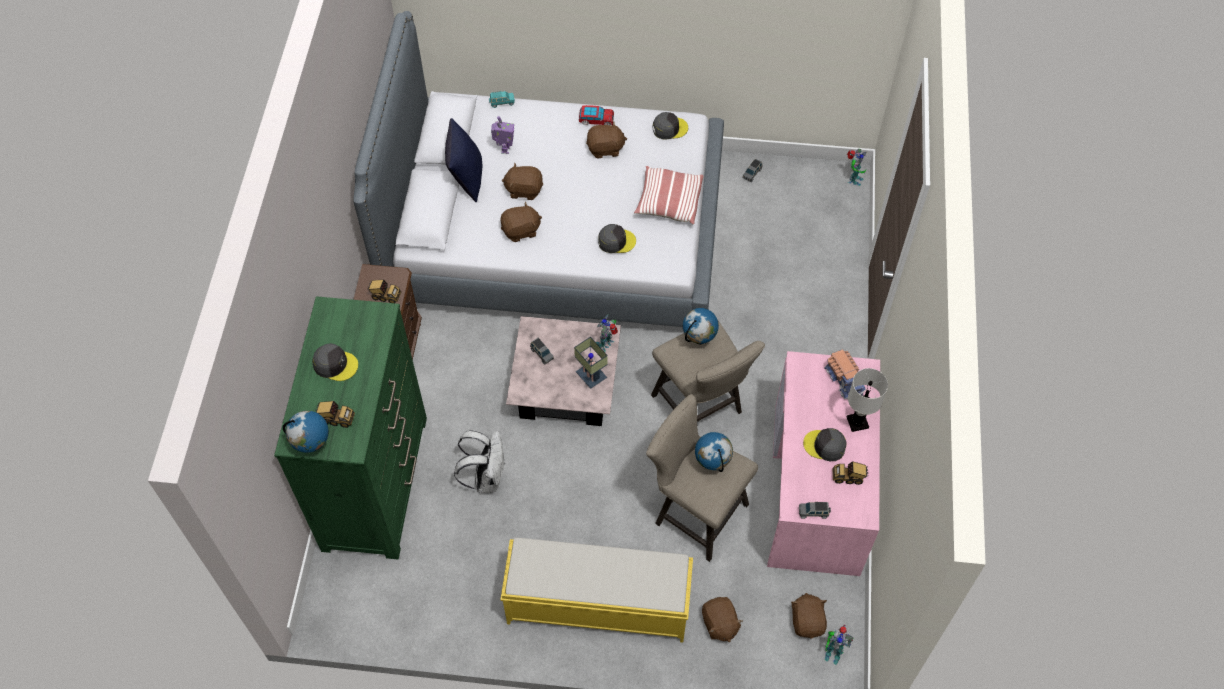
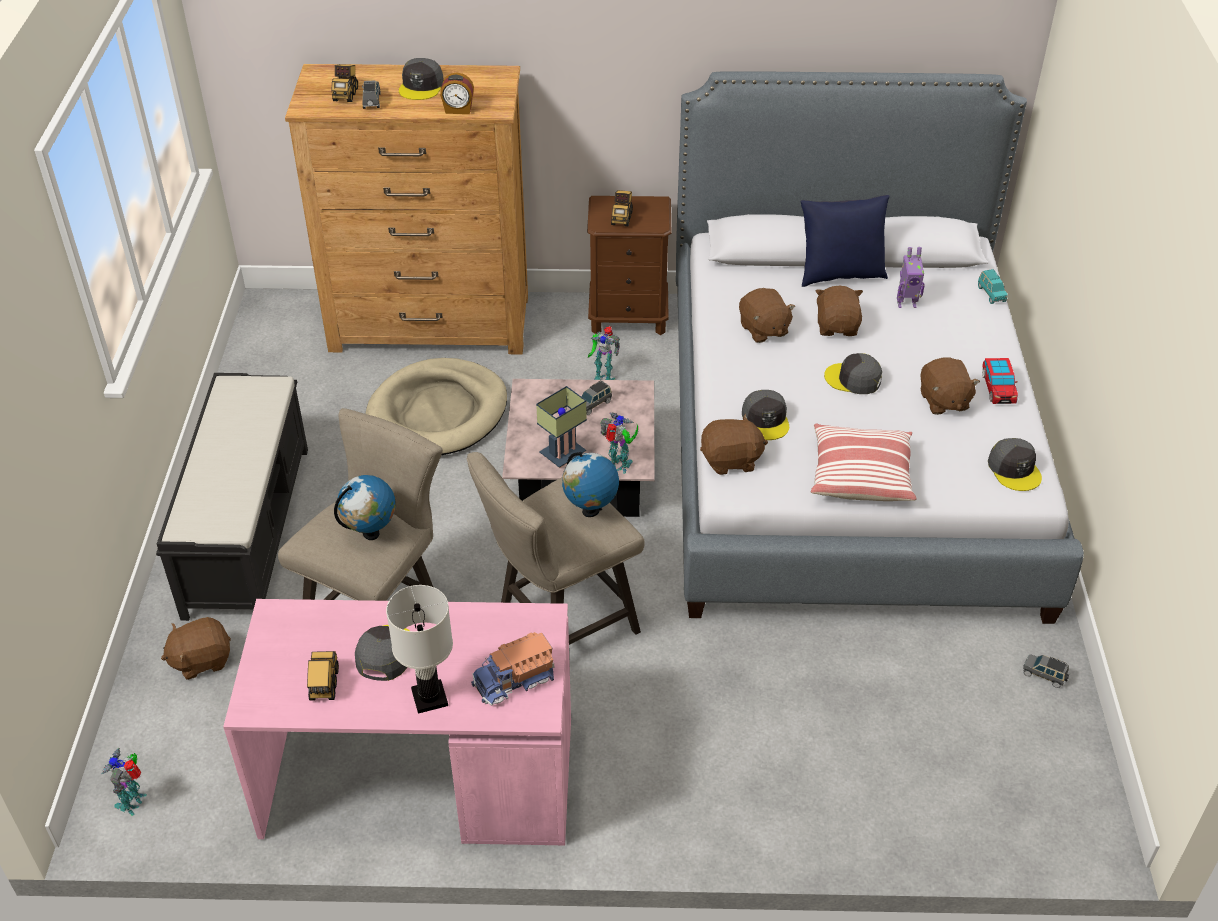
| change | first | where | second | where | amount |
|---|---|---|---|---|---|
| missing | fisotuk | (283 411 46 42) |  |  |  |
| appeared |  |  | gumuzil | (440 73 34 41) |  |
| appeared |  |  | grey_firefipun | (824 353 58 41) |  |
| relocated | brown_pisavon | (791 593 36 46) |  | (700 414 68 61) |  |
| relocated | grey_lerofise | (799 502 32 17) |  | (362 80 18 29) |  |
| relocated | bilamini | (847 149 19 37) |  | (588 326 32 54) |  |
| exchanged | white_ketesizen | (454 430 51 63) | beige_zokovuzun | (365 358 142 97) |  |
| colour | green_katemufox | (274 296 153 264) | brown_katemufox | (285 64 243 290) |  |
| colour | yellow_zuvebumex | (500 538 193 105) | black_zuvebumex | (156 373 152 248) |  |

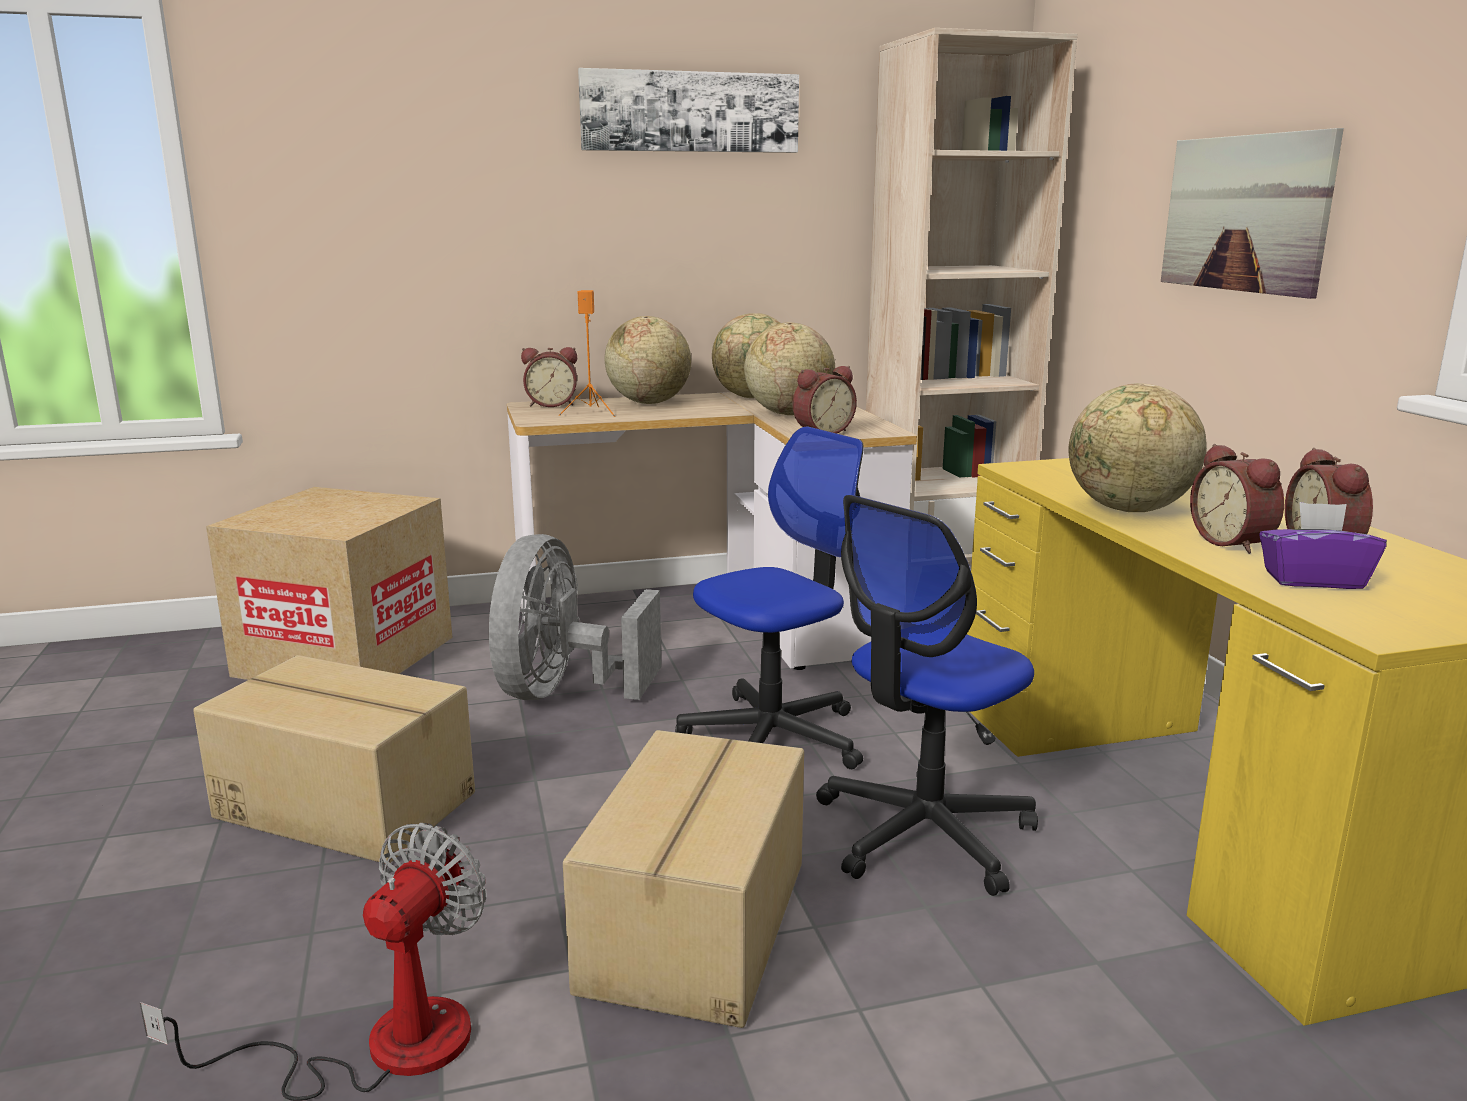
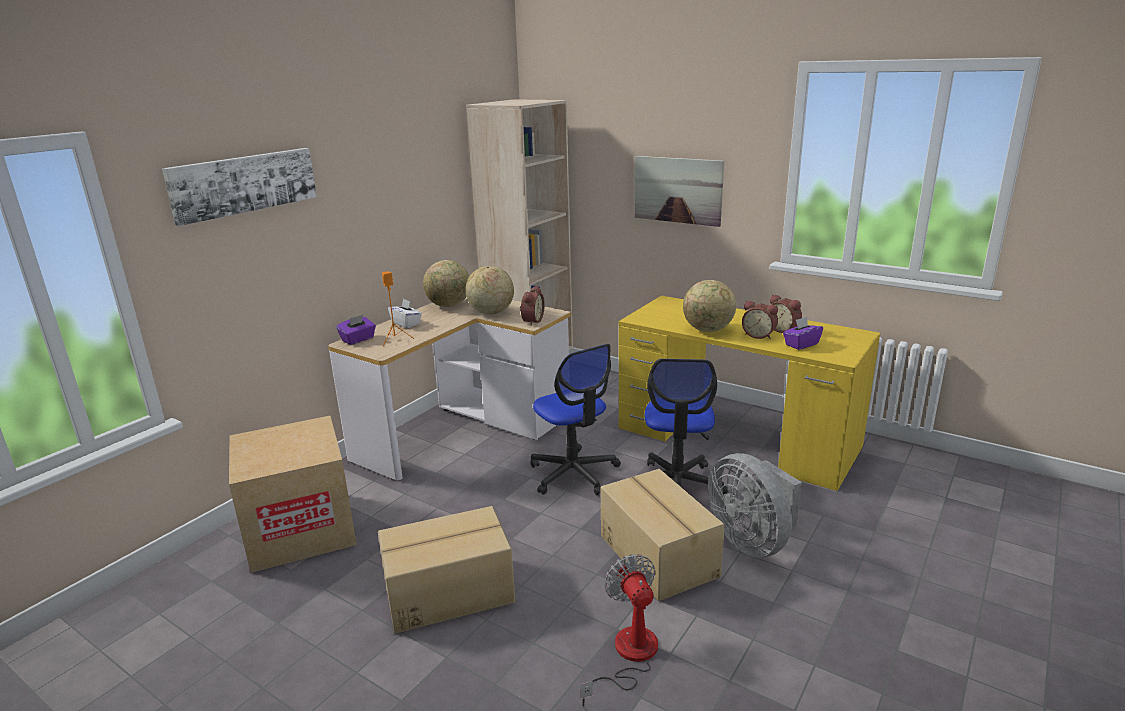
| change | first | where | second | where | amount |
|---|---|---|---|---|---|
| relocated | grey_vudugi | (489 534 173 166) |  | (708 453 94 105) |  |
| relocated | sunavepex | (578 68 221 85) |  | (162 148 155 78) |  |
| exchanged | gumuzil | (521 347 56 60) | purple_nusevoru | (336 315 40 30) |  |
| exchanged | fisotuk | (605 316 86 88) | white_nusevoru | (388 299 34 29) |  |
| spun | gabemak | (675 426 189 343) |  | (531 344 90 151) | 135 degrees clockwise |

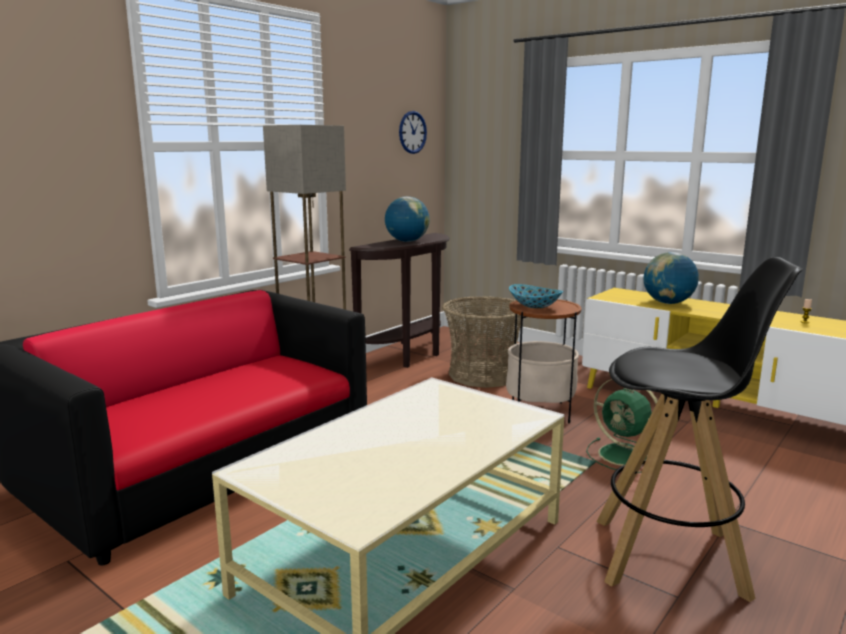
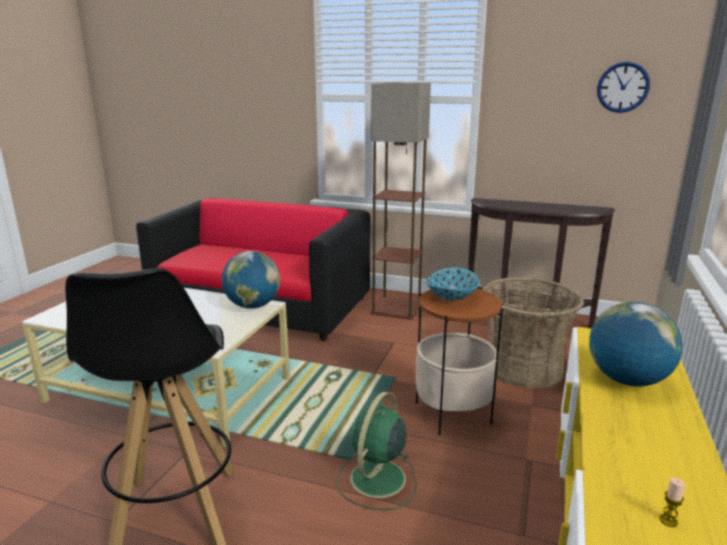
| change | first | where | second | where | amount |
|---|---|---|---|---|---|
| relocated | fisotuk | (385 196 45 46) |  | (222 251 58 58) |  |

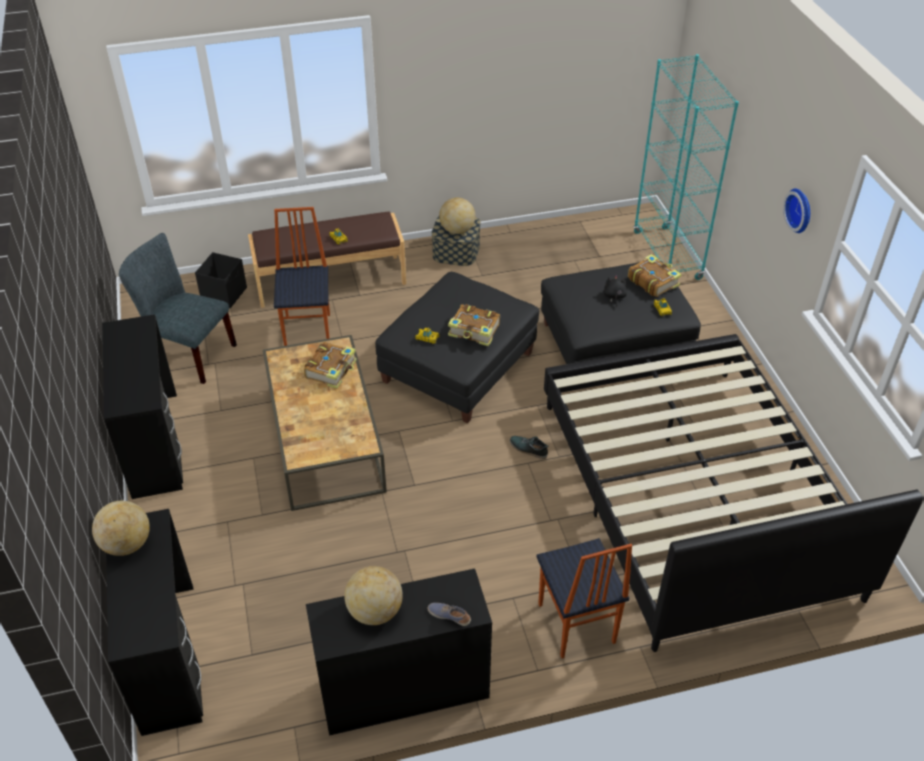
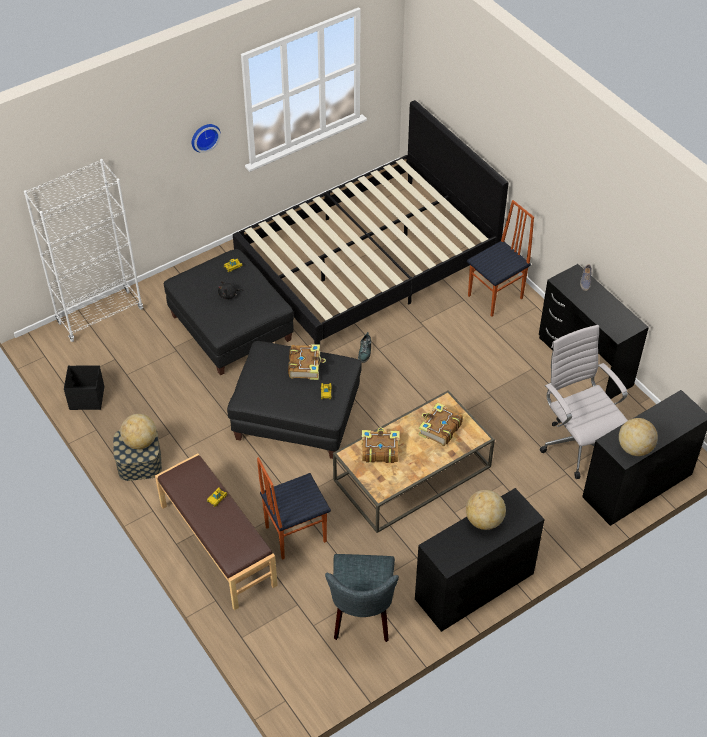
| change | first | where | second | where | amount |
|---|---|---|---|---|---|
| appeared |  |  | white_gabemak | (540 325 88 154) |  |
| relocated | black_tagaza | (195 252 52 56) |  | (64 366 40 44) |  |
| relocated | fisotuk | (344 566 59 59) |  | (466 490 40 40) |  |
| relocated | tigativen | (628 254 54 43) |  | (418 402 45 44) |  |
| colour | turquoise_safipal | (633 54 106 226) | white_safipal | (24 159 119 183) |  |

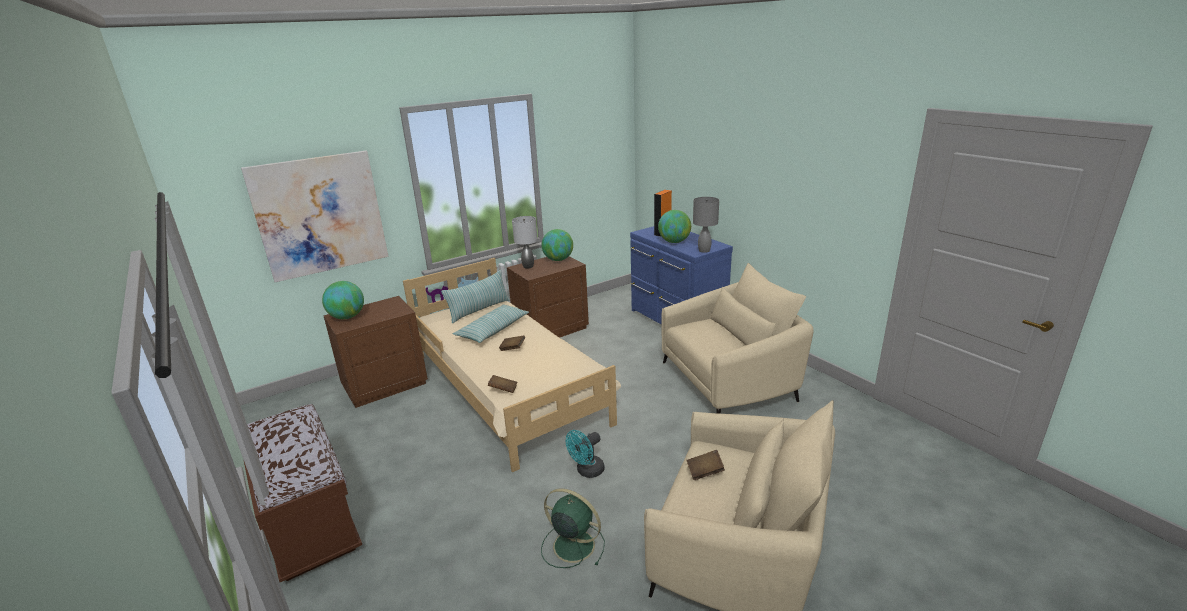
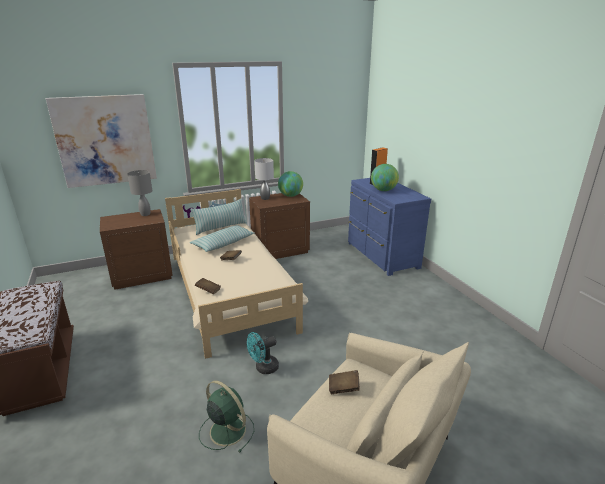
| change | first | where | second | where | amount |
|---|---|---|---|---|---|
| missing | fisotuk | (322 281 42 38) |  |  |  |
| missing | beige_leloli | (661 263 153 151) |  |  |  |
| relocated | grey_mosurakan | (693 197 26 56) |  | (127 170 26 46) |  |

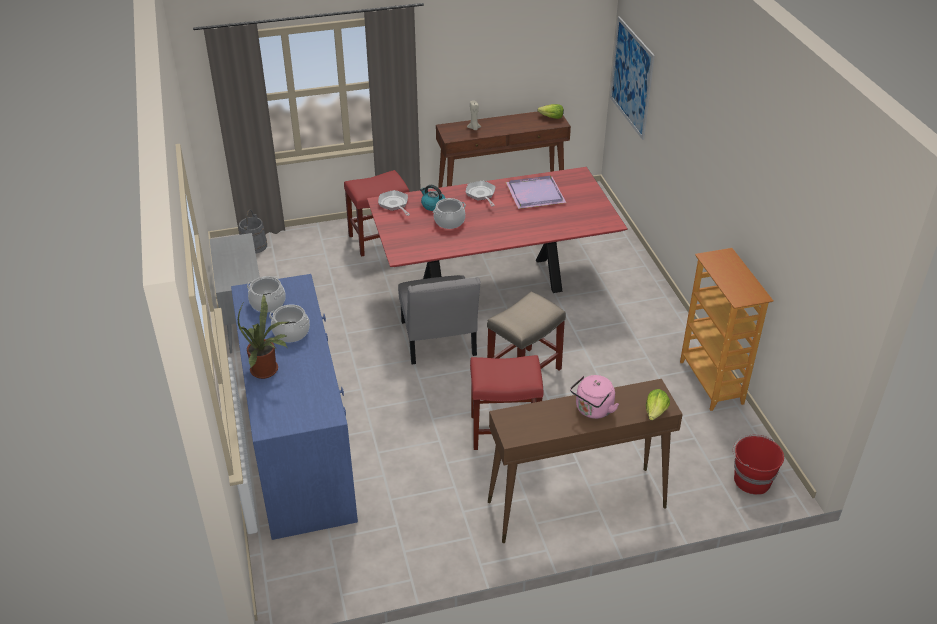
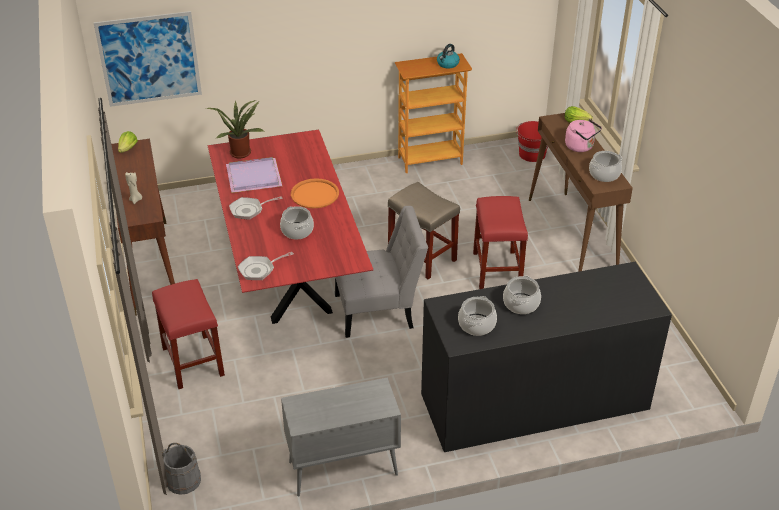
| change | first | where | second | where | amount |
|---|---|---|---|---|---|
| appeared |  |  | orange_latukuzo | (291 178 48 30) |  |
| appeared |  |  | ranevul | (589 151 33 31) |  |
| relocated | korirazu | (238 294 50 85) |  | (206 100 59 58) |  |
| relocated | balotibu | (420 185 25 26) |  | (437 44 23 25) |  |
| colour | blue_katemufox | (231 274 127 266) | black_katemufox | (421 262 251 190) |  |

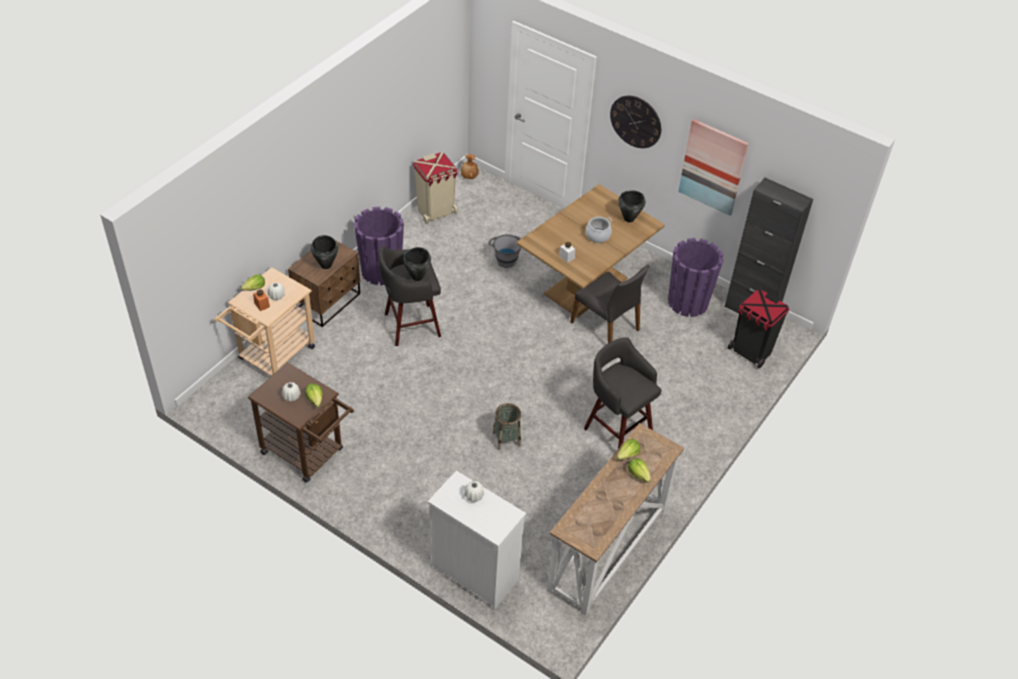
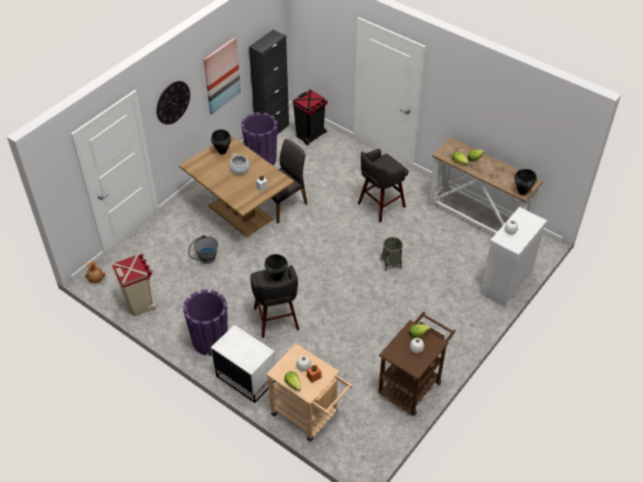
| change | first | where | second | where | amount |
|---|---|---|---|---|---|
| relocated | black_ranevul | (311 235 27 34) |  | (514 169 23 26) |  |
| colour | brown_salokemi | (288 240 72 87) | white_salokemi | (211 325 65 78) |  |

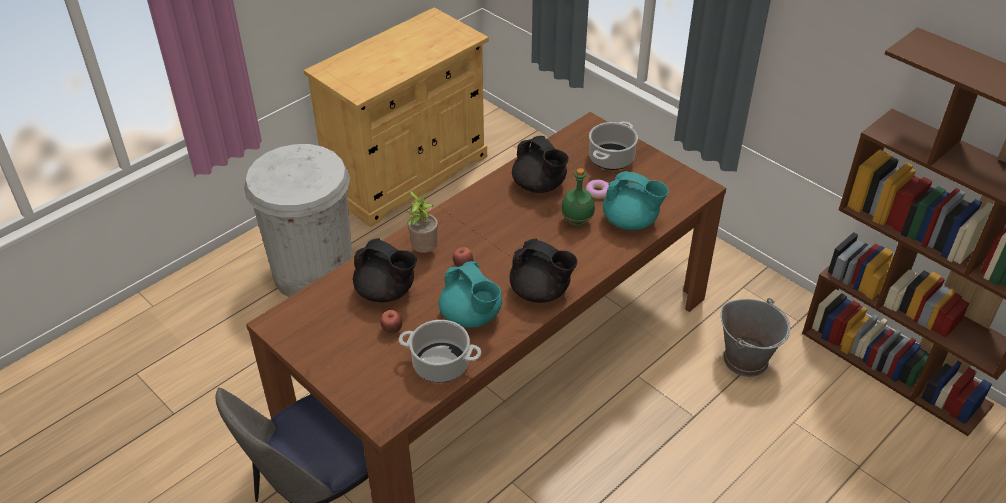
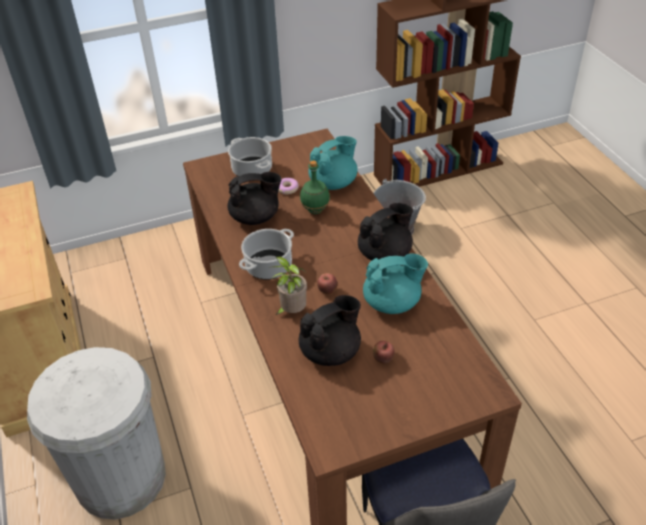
| change | first | where | second | where | amount |
|---|---|---|---|---|---|
| relocated | ranevul | (399 320 82 63) |  | (239 229 55 51) |  |

